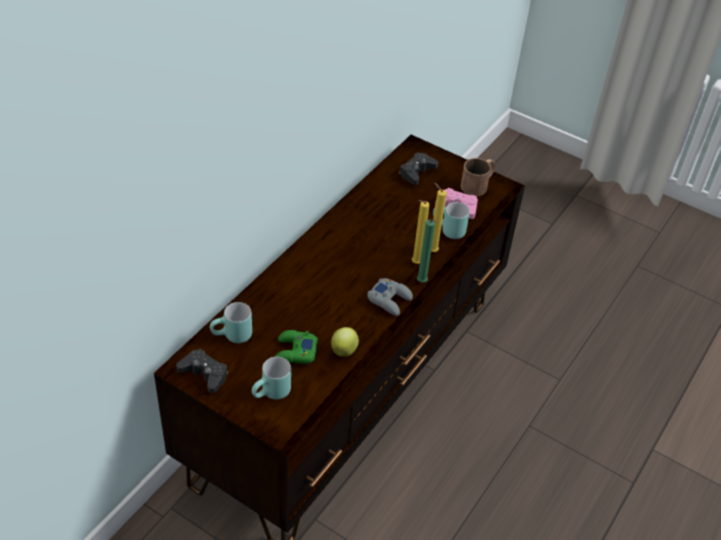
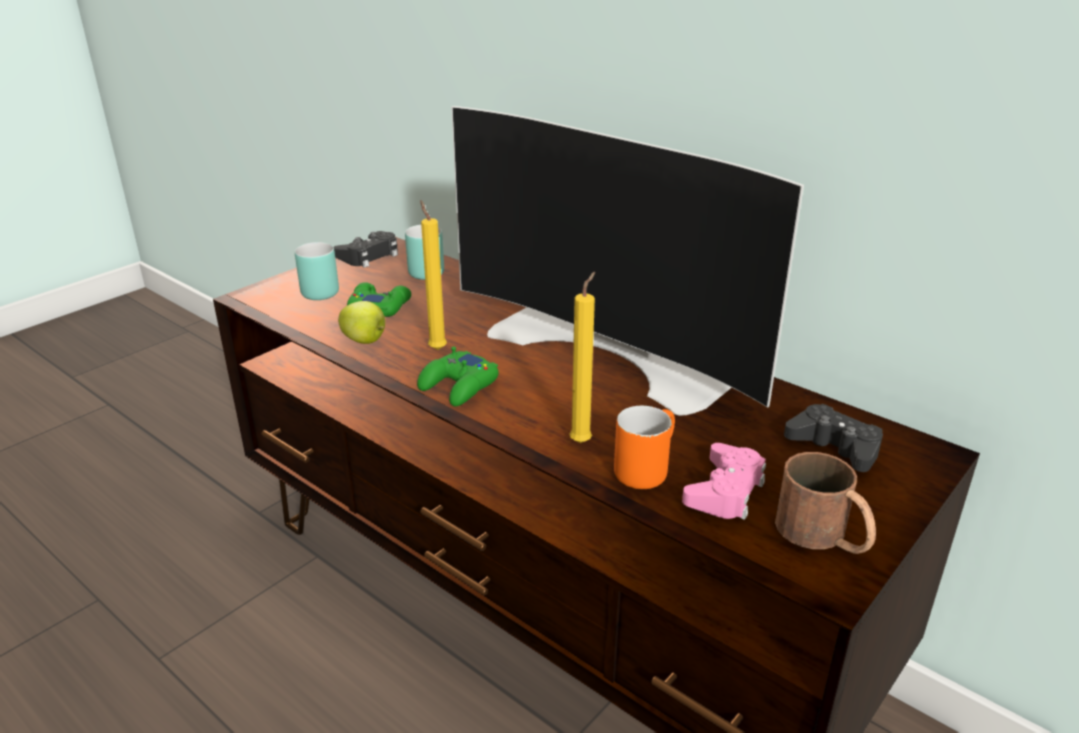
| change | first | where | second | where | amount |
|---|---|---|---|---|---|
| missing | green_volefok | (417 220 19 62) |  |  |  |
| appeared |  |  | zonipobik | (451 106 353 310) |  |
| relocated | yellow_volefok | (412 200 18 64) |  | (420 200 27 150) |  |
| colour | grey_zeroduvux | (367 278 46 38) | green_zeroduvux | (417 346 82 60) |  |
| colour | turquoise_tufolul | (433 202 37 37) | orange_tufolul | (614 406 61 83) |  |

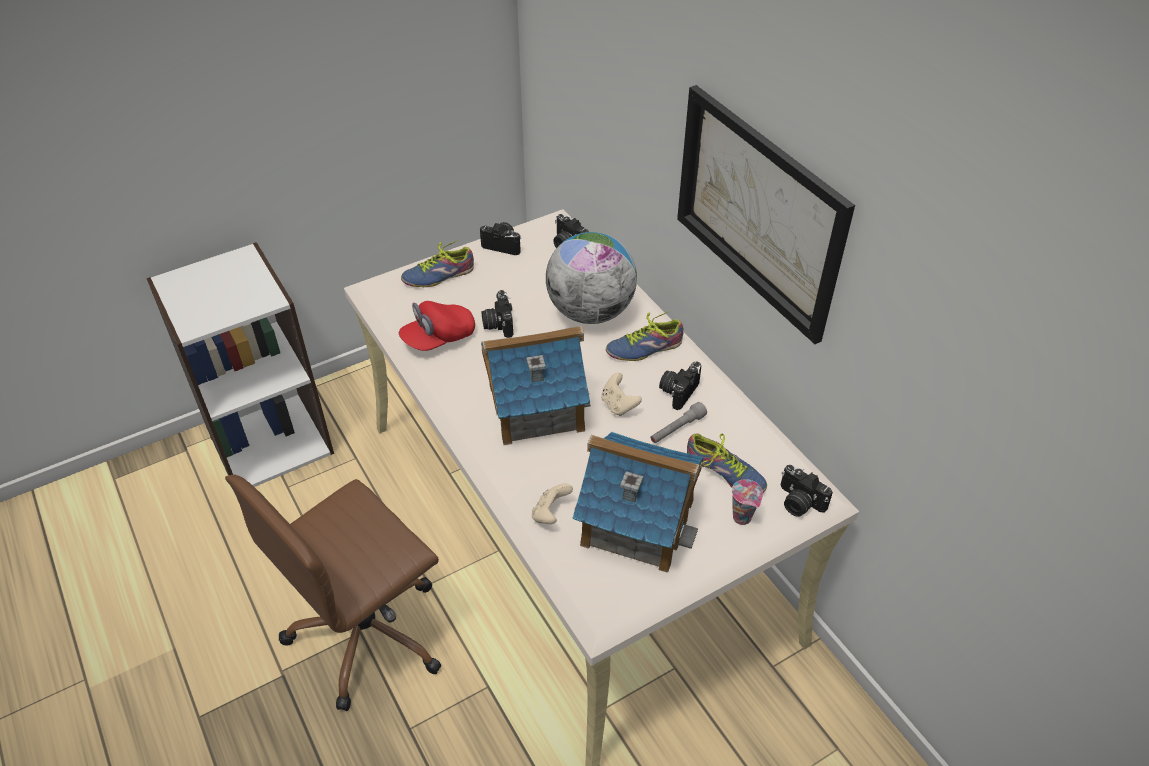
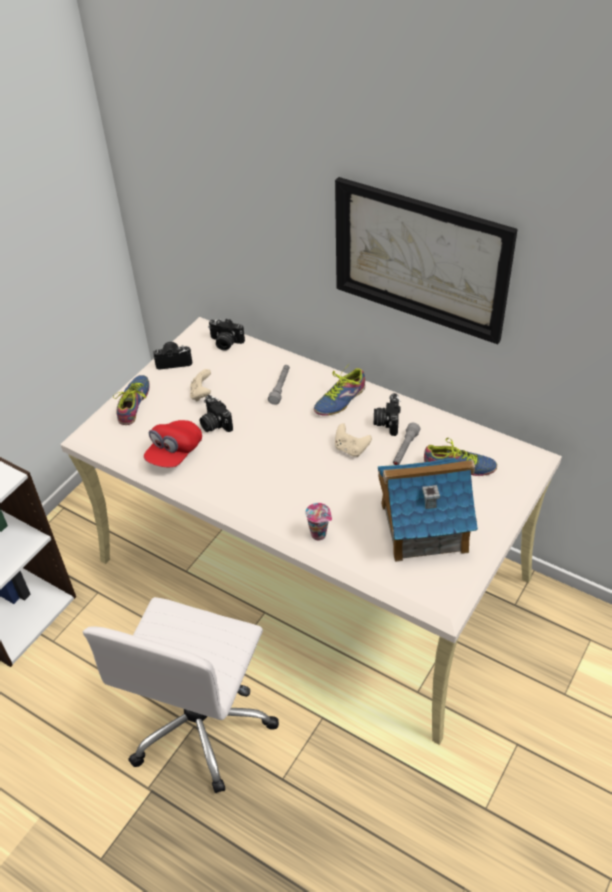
| change | first | where | second | where | amount |
|---|---|---|---|---|---|
| missing | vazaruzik | (481 326 109 119) |  |  |  |
| missing | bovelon | (781 465 52 52) |  |  |  |
| relocated | beige_zeroduvux | (532 483 41 41) |  | (190 369 21 33) |  |
| relocated | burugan | (732 479 31 46) |  | (305 503 27 38) |  |
| exchanged | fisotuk | (546 232 91 92) | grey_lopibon | (268 365 22 40) |  |
| colour | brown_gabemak | (225 474 216 237) | white_gabemak | (83 597 196 196) |  |
| spun | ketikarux | (401 239 73 48) |  | (113 375 37 50) | 150 degrees clockwise |

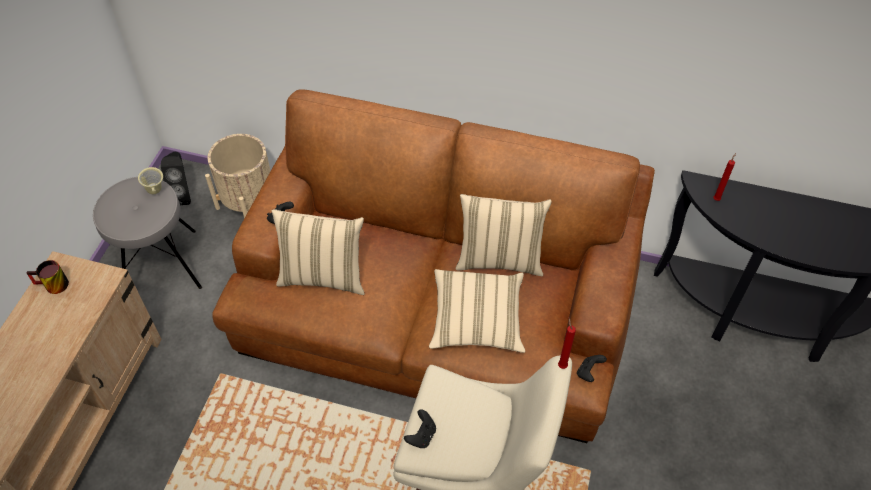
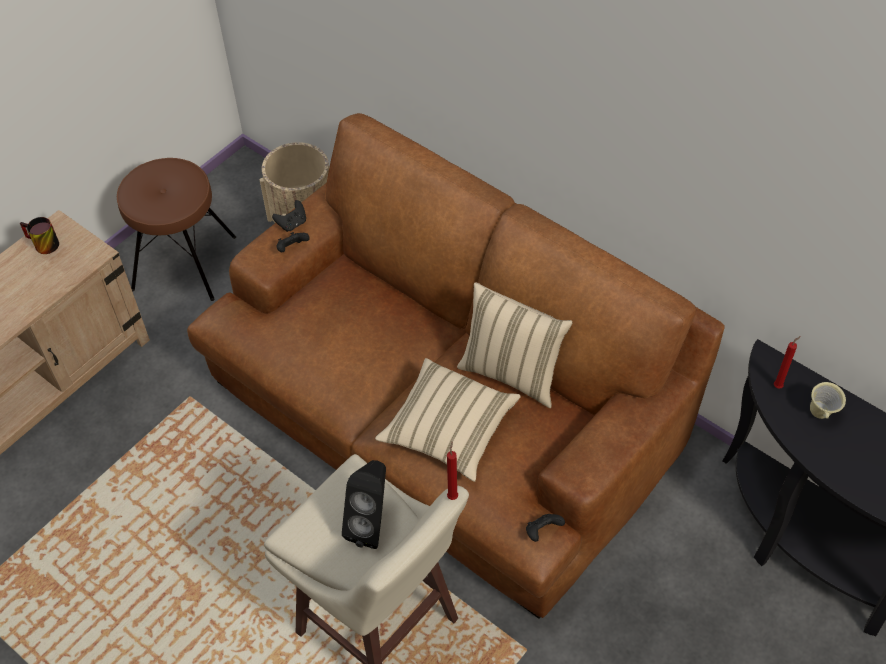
| change | first | where | second | where | amount |
|---|---|---|---|---|---|
| missing | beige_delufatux | (272 209 93 86) |  |  |  |
| relocated | beige_tufolul | (138 167 25 27) |  | (810 382 36 37) |  |
| relocated | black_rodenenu | (161 152 30 54) |  | (342 460 44 89) |  |
| relocated | black_zeroduvux | (404 409 32 39) |  | (272 200 34 32) |  |
| colour | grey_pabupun | (93 177 109 112) | brown_pabupun | (117 158 119 143) |  |

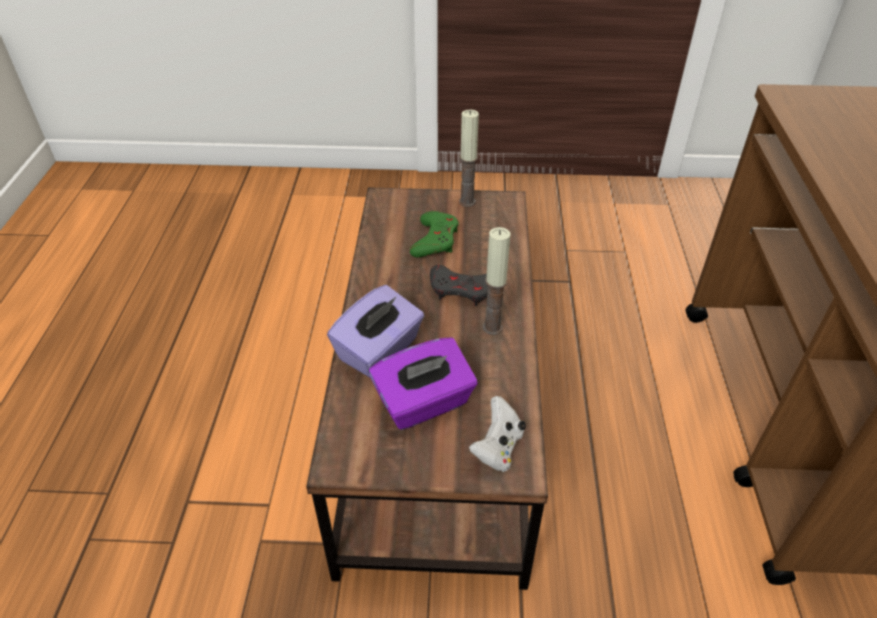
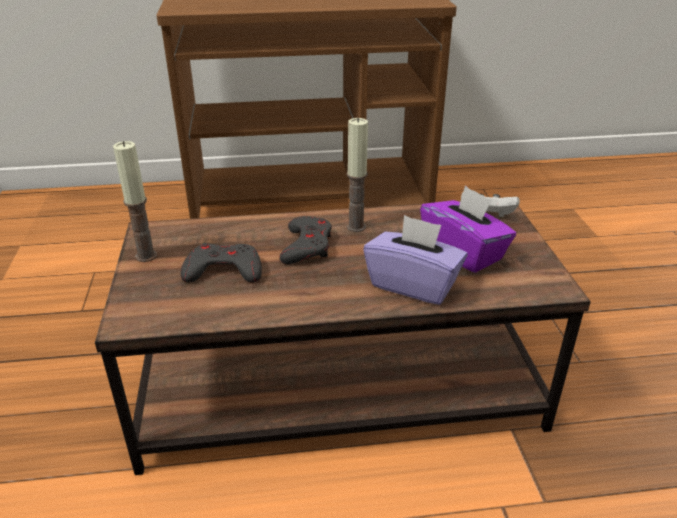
| change | first | where | second | where | amount |
|---|---|---|---|---|---|
| colour | green_zeroduvux | (410 211 49 46) | grey_zeroduvux | (181 243 81 39) |  |

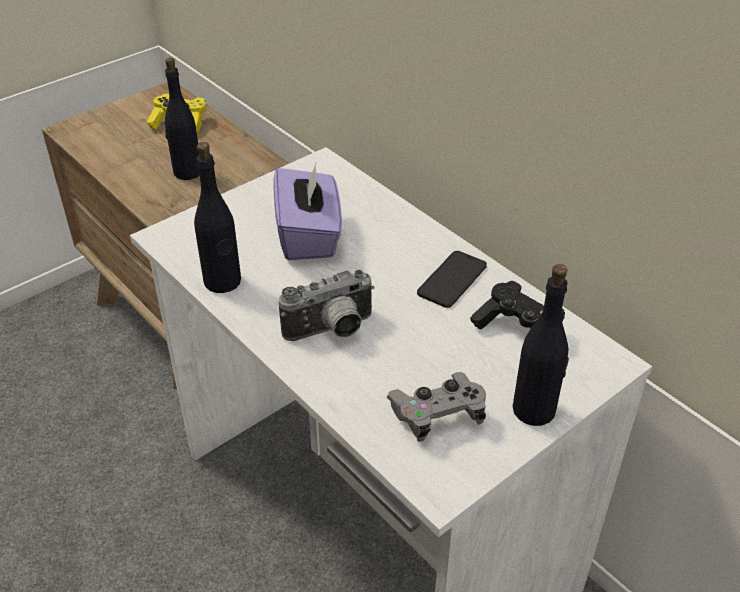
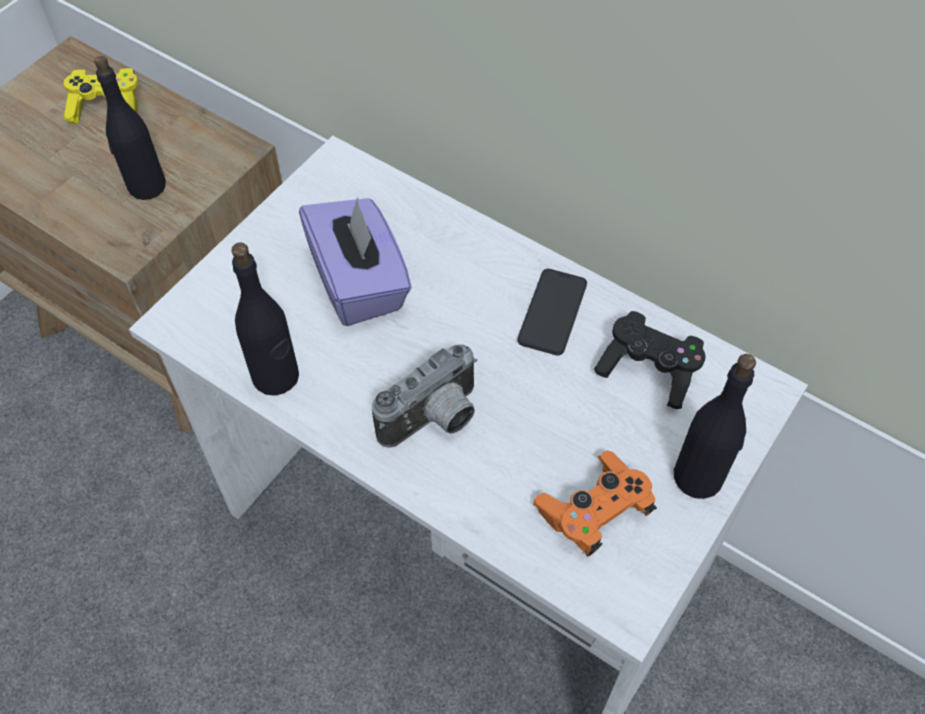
| change | first | where | second | where | amount |
|---|---|---|---|---|---|
| colour | grey_zeroduvux | (387 372 99 70) | orange_zeroduvux | (533 450 124 107) |  |

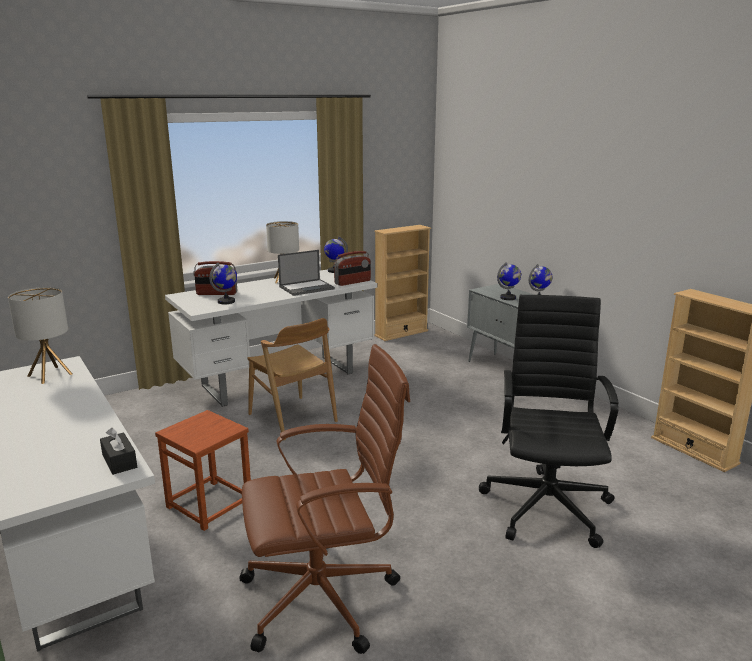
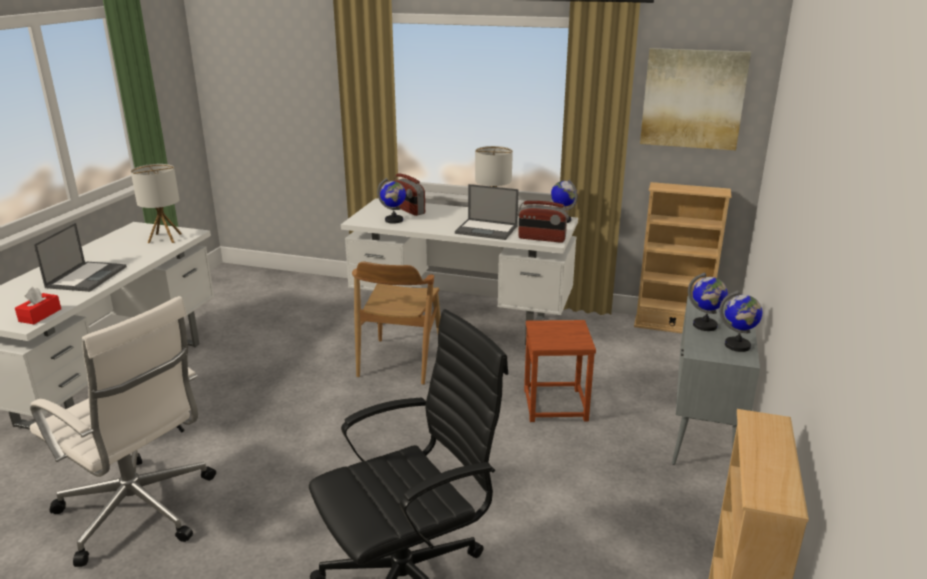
| change | first | where | second | where | amount |
|---|---|---|---|---|---|
| appeared |  |  | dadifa | (34 223 93 69) |  |
| appeared |  |  | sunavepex | (640 48 111 102) |  |
| relocated | brown_pabupun | (155 410 96 121) |  | (524 320 72 102) |  |
| colour | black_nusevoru | (100 428 37 47) | red_nusevoru | (15 287 46 37) |  |
| colour | brown_gabemak | (239 344 171 310) | white_gabemak | (30 296 186 271) |  |

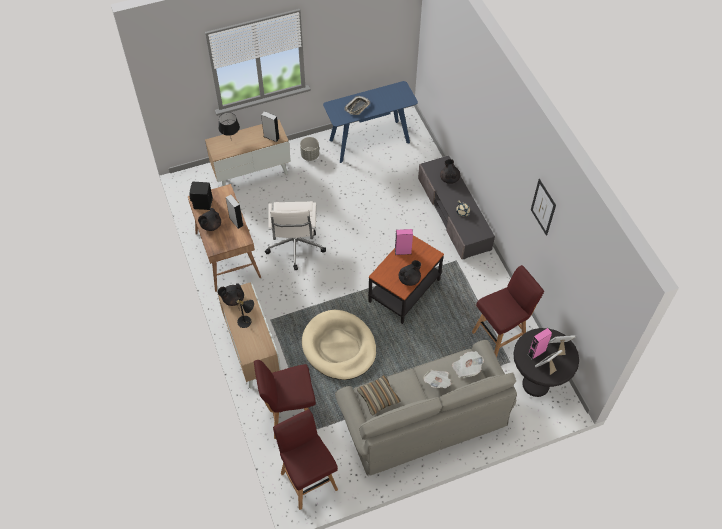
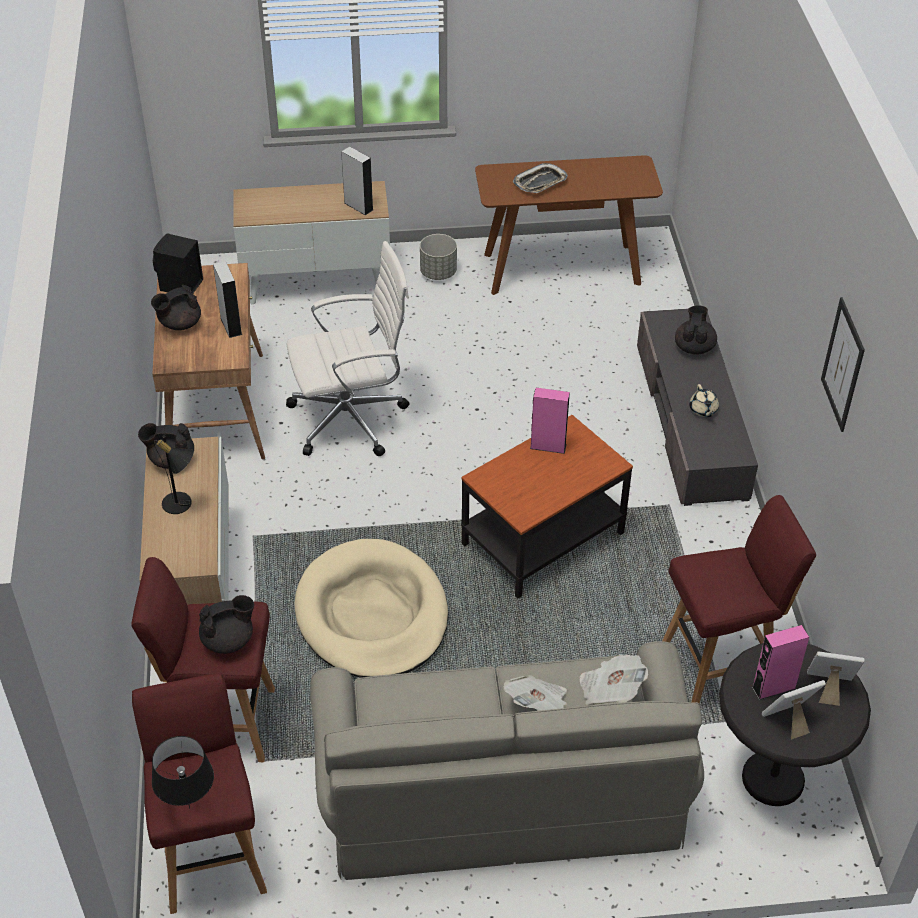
| change | first | where | second | where | amount |
|---|---|---|---|---|---|
| missing | delufatux | (357 375 44 41) |  |  |  |
| relocated | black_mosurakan | (219 112 21 24) |  | (152 736 62 73) |  |
| relocated | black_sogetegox | (399 260 22 26) |  | (199 595 55 59) |  |
| colour | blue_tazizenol | (323 81 95 82) | brown_tazizenol | (475 155 188 140) |  |
| spun | white_gabemak | (265 201 61 69) |  | (286 241 124 215) | 120 degrees counterclockwise |

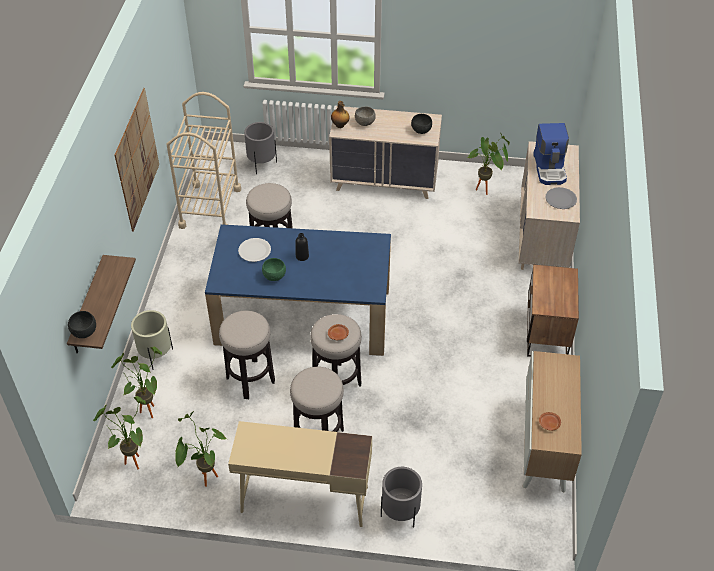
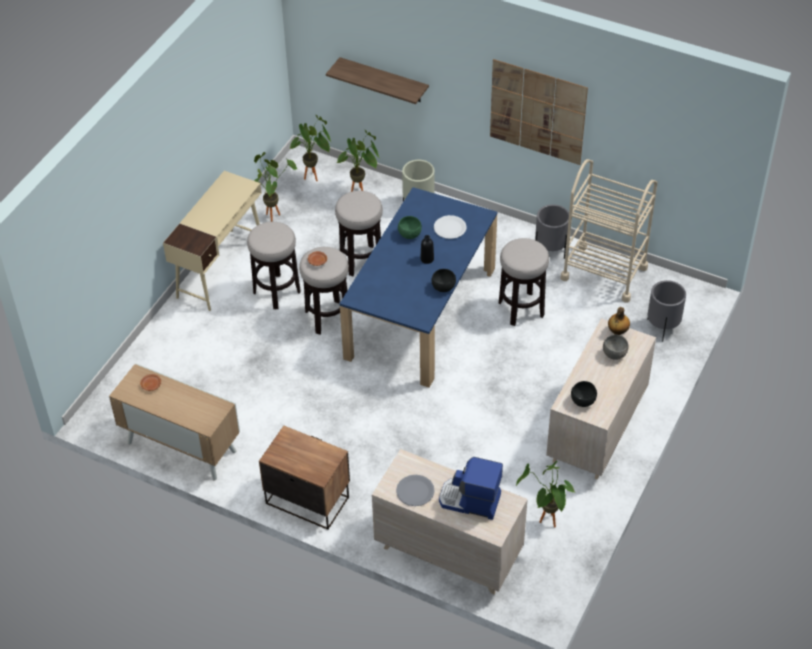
| change | first | where | second | where | amount |
|---|---|---|---|---|---|
| relocated | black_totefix | (68 311 28 27) |  | (431 269 25 23) |  |
| relocated | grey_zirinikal | (381 467 41 61) |  | (535 204 34 55) |  |

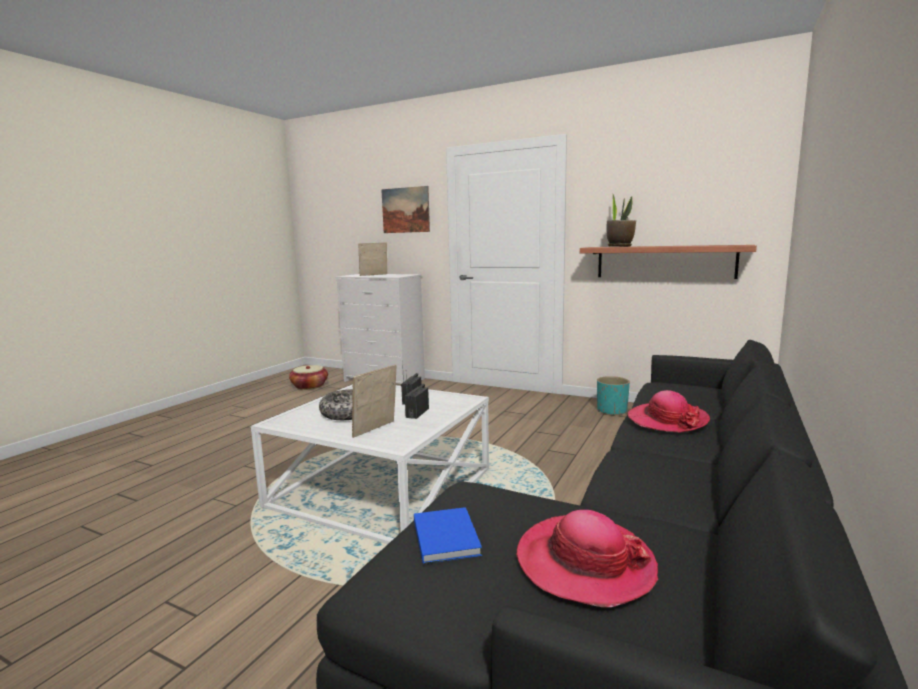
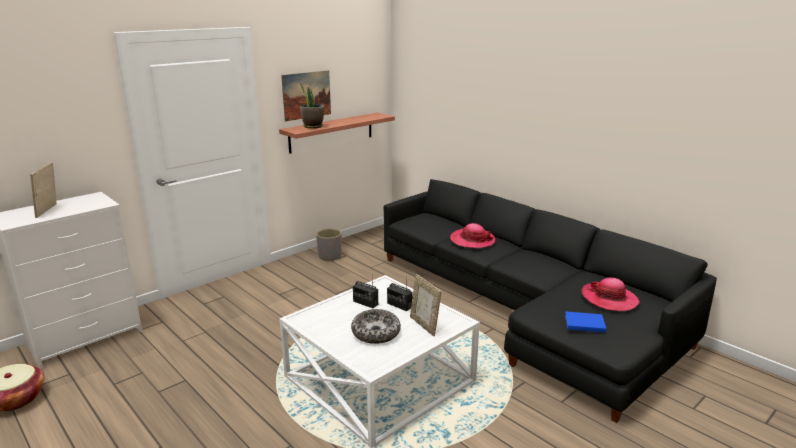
| change | first | where | second | where | amount |
|---|---|---|---|---|---|
| relocated | sunavepex | (381 186 49 47) |  | (281 70 50 52) |  |
| colour | turquoise_zirinikal | (597 376 33 40) | grey_zirinikal | (316 229 26 32) |  |

